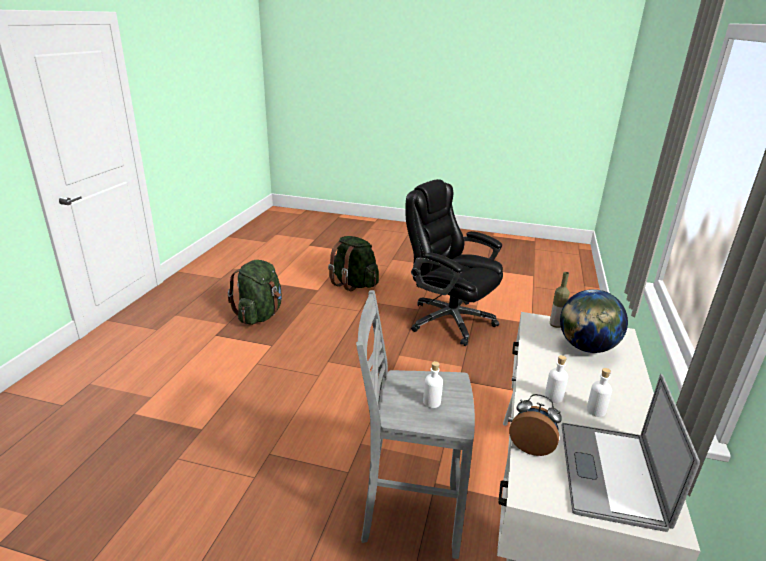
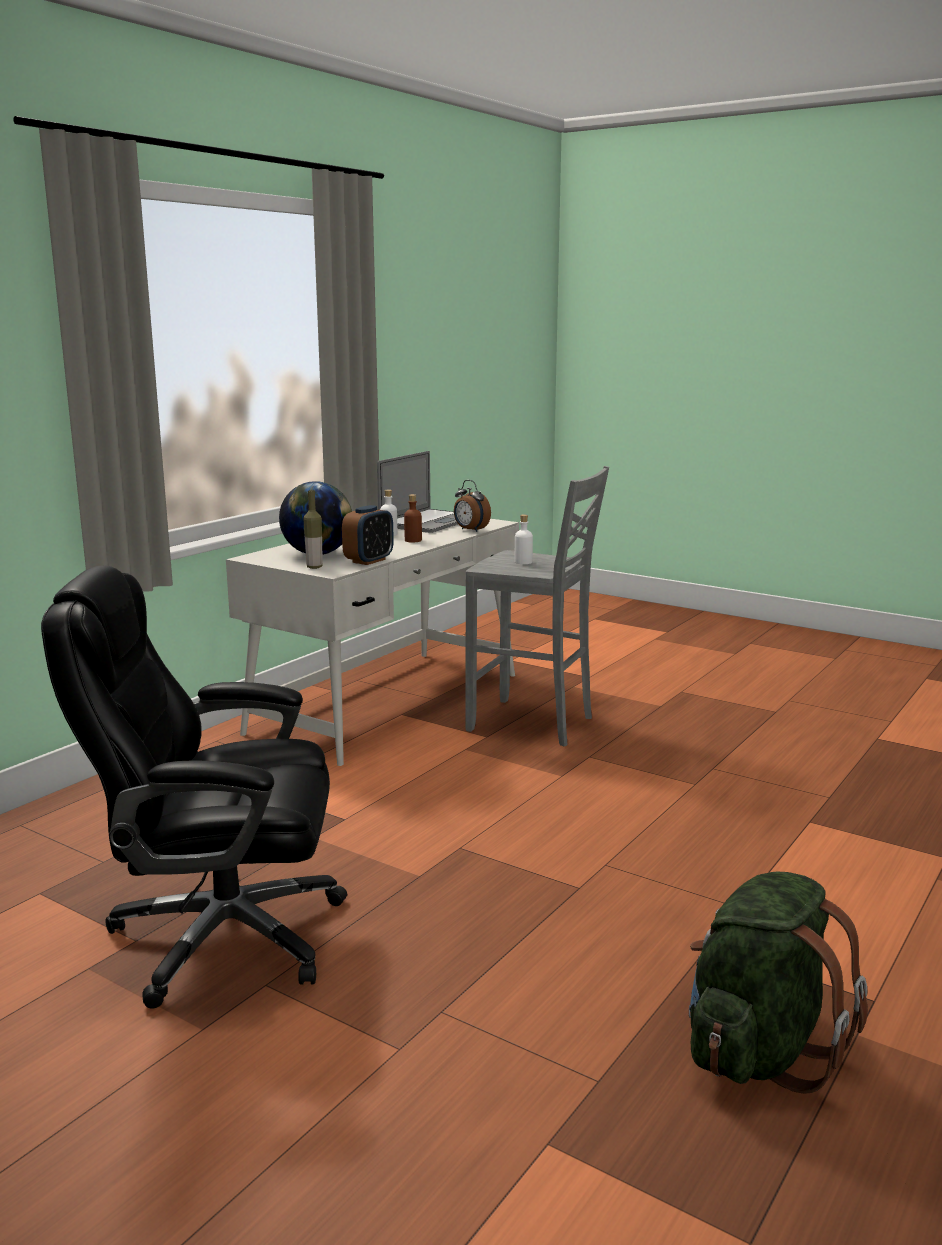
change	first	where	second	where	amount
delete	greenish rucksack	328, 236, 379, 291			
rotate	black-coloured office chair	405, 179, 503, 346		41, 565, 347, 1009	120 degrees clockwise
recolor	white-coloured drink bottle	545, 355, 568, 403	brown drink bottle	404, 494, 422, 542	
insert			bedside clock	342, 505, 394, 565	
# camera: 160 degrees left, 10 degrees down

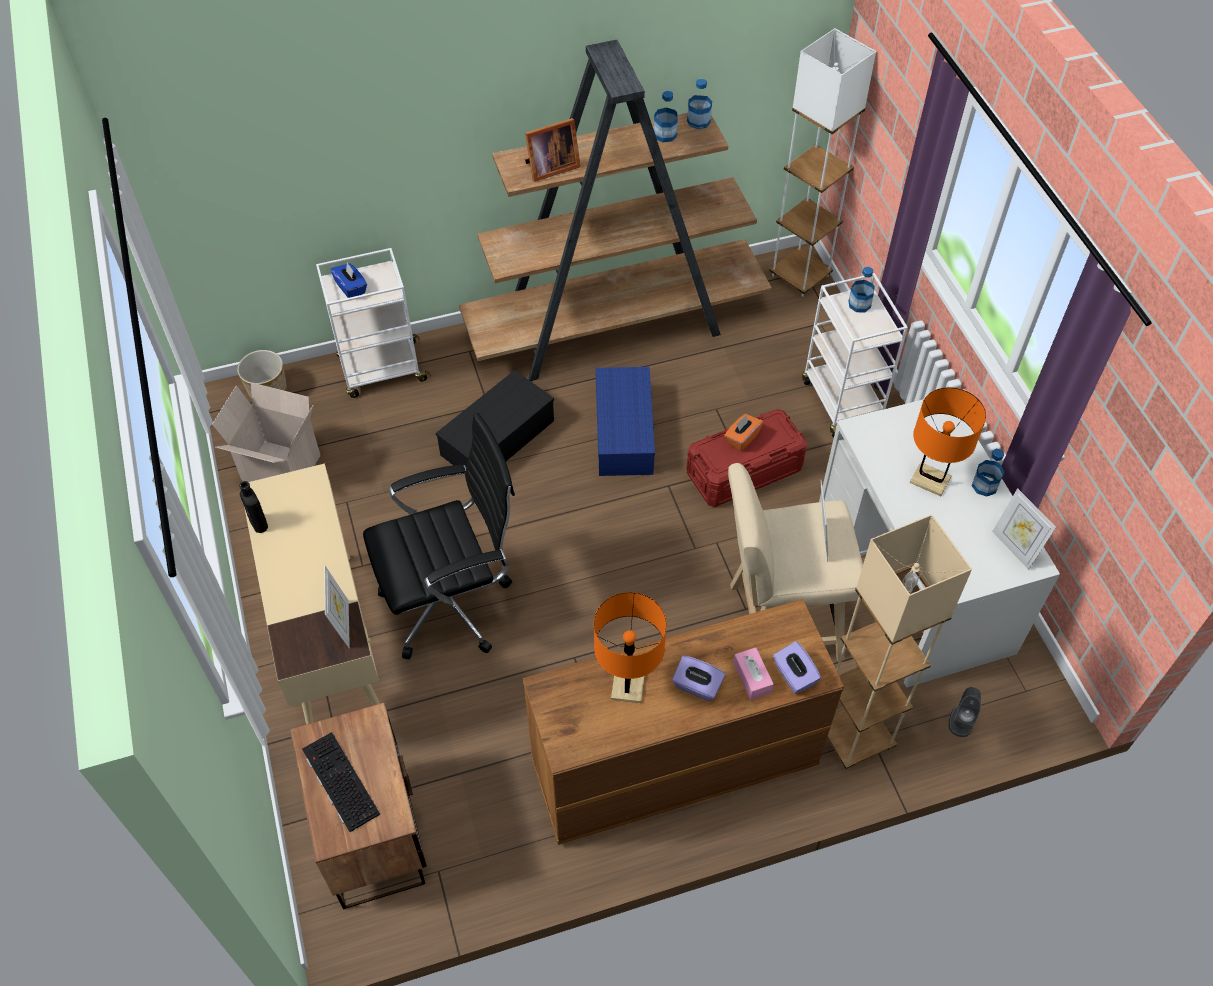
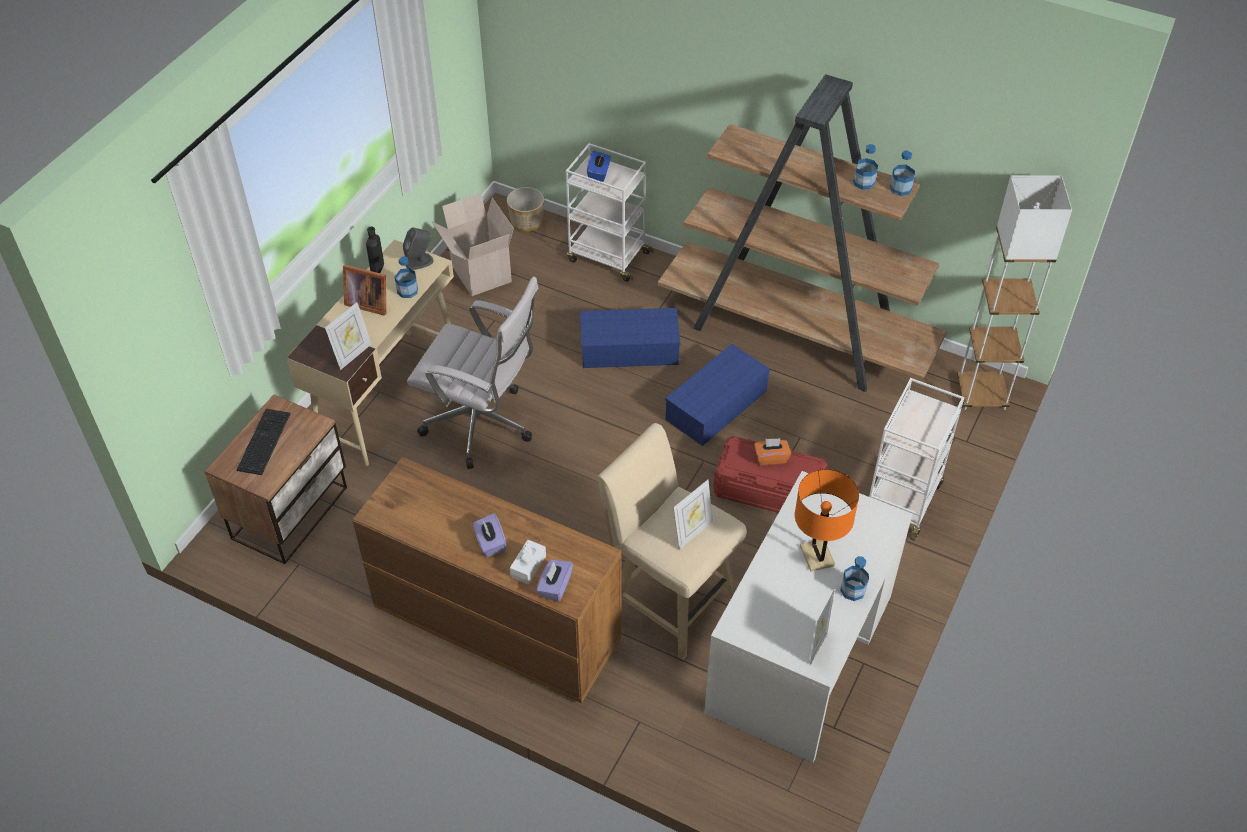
change	first	where	second	where	amount
recolor	black-coloured office chair	363, 413, 515, 660	white-coloured office chair	407, 276, 539, 469	
recolor	black-coloured storage container	436, 370, 554, 468	blue-coloured storage container	580, 308, 680, 368	
move	picture frame	525, 118, 581, 182		343, 265, 386, 316	
delete	orangey lamp for a table	594, 592, 667, 703			
recolor	pink tissue holder	733, 647, 774, 700	white-coloured tissue holder	510, 540, 546, 584	
delete	beige-coloured standing lamp	827, 514, 972, 769			
move	drink bottle	849, 267, 875, 312		395, 256, 418, 298	
move	gray audio speaker	948, 687, 981, 737		403, 227, 433, 270	
# camera: 45 degrees right, 5 degrees down

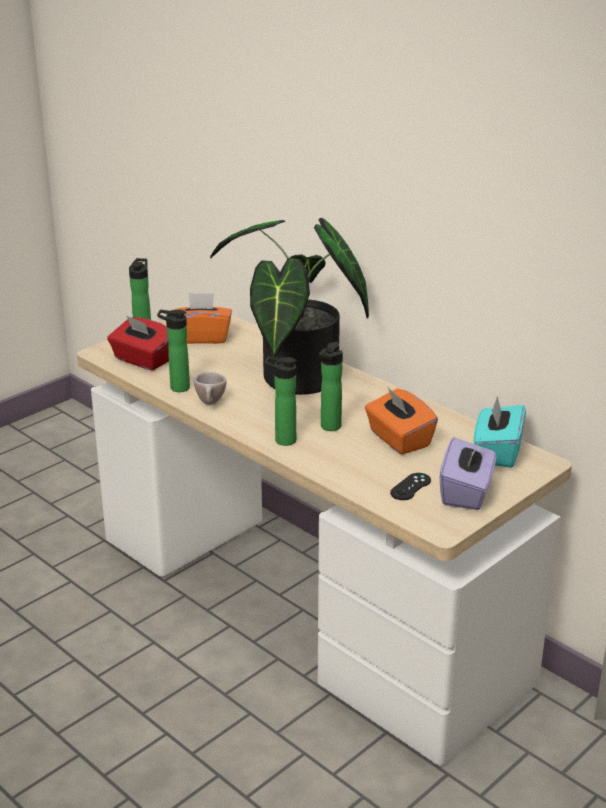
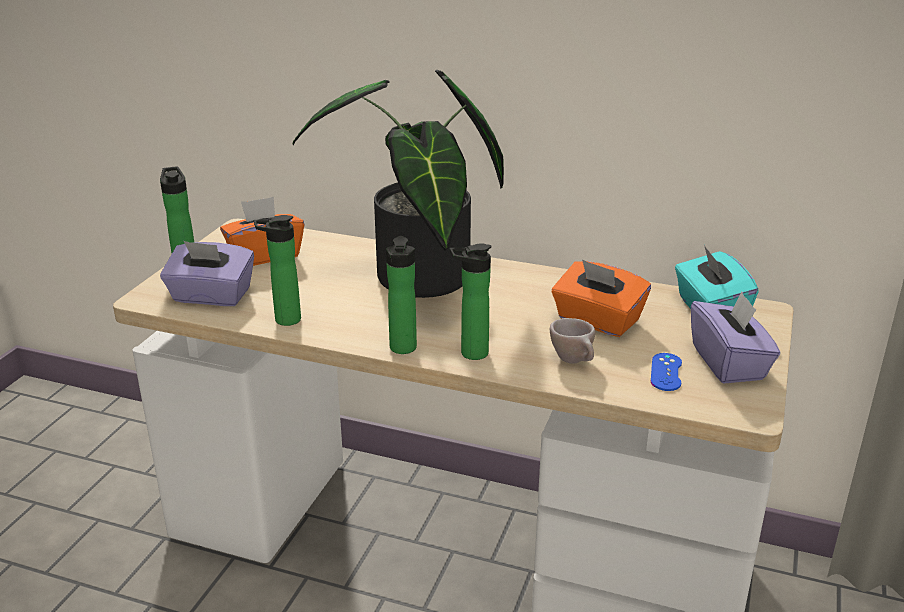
change	first	where	second	where	amount
recolor	red tissue holder	107, 315, 169, 371	purplish tissue holder	160, 241, 254, 306	
move	beige-coloured drinking cup	194, 372, 226, 405		550, 318, 595, 364	
move	drink bottle	318, 342, 343, 431		386, 236, 417, 354	
recolor	black-coloured game controller	390, 473, 431, 500	blue-coloured game controller	651, 353, 682, 391	
# camera: 25 degrees left, 0 degrees up

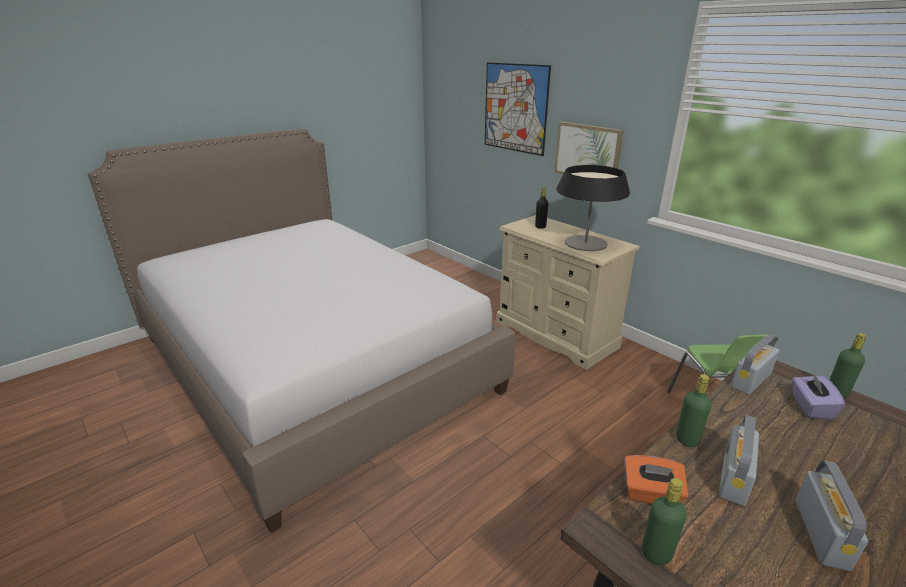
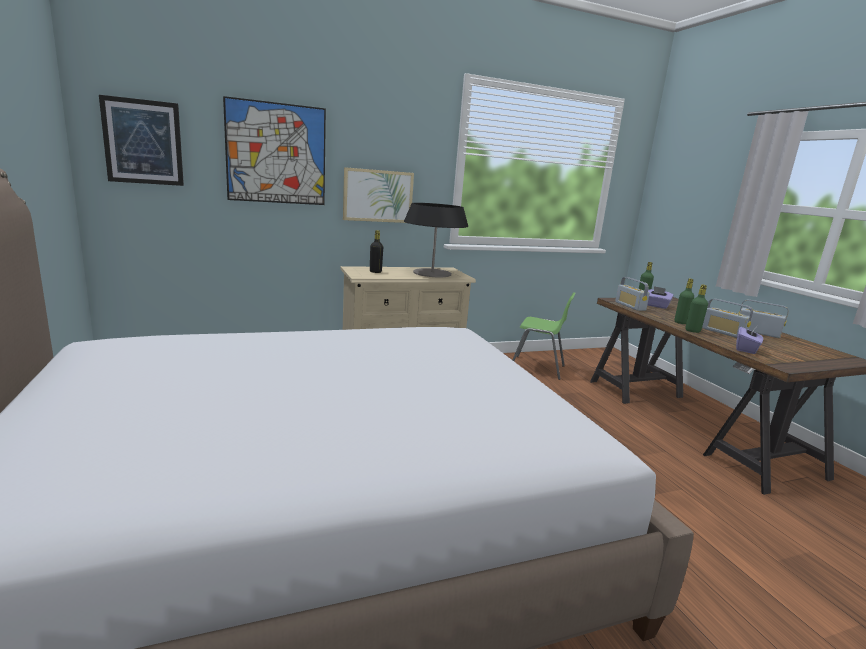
change	first	where	second	where	amount
recolor	orangey tissue holder	624, 455, 688, 504	purplish tissue holder	736, 325, 763, 354	
move	greenish drink bottle	642, 478, 687, 565		674, 278, 694, 324	
insert			wall art	99, 95, 184, 186	
# camera: 70 degrees left, 10 degrees down

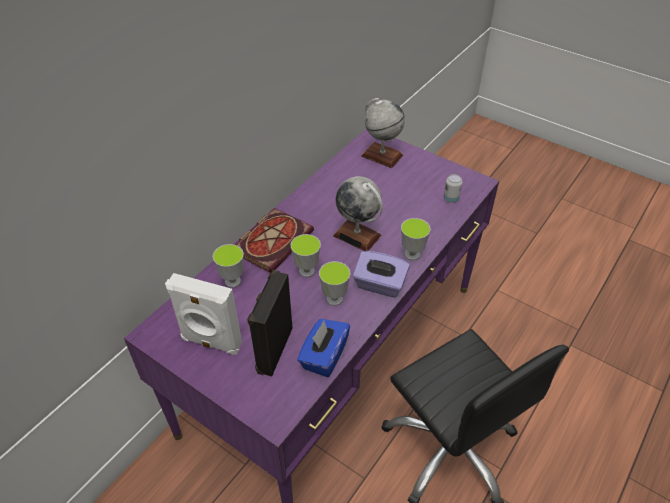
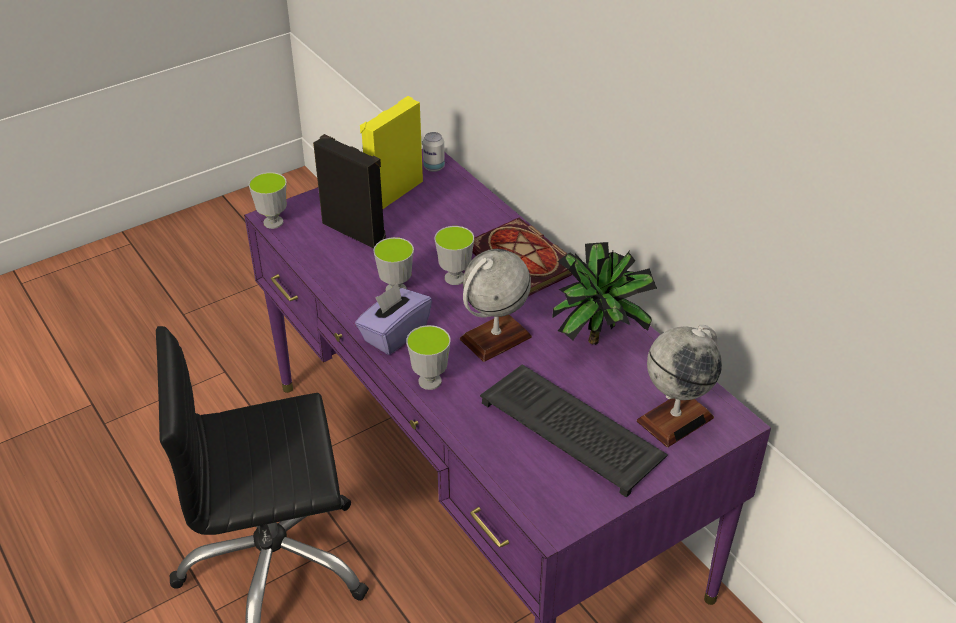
change	first	where	second	where	amount
recolor	white-coloured audio speaker	165, 273, 242, 355	yellow-coloured audio speaker	360, 96, 423, 209	
move	drinking cup	213, 244, 244, 288		249, 172, 287, 229	
delete	blue-coloured tissue holder	297, 319, 350, 377			
move	can	443, 174, 462, 203		423, 132, 445, 172	
insert			computer keyboard	480, 364, 668, 498	
insert			plant in a pot	553, 242, 657, 345	
# camera: 110 degrees right, 5 degrees down

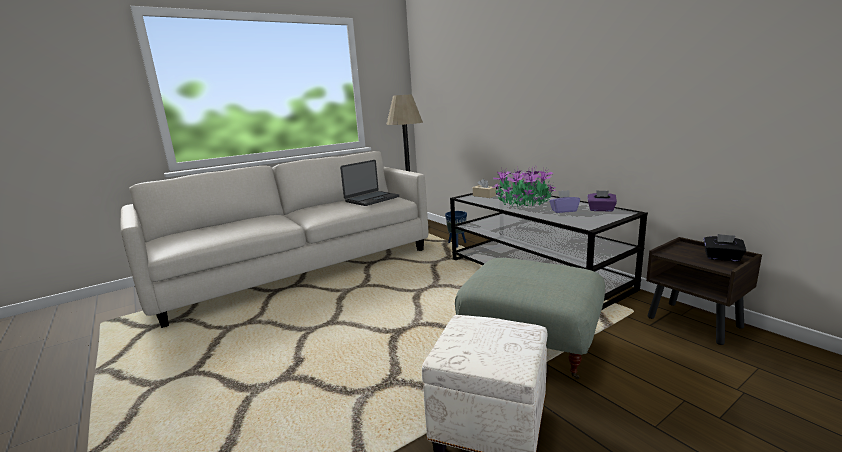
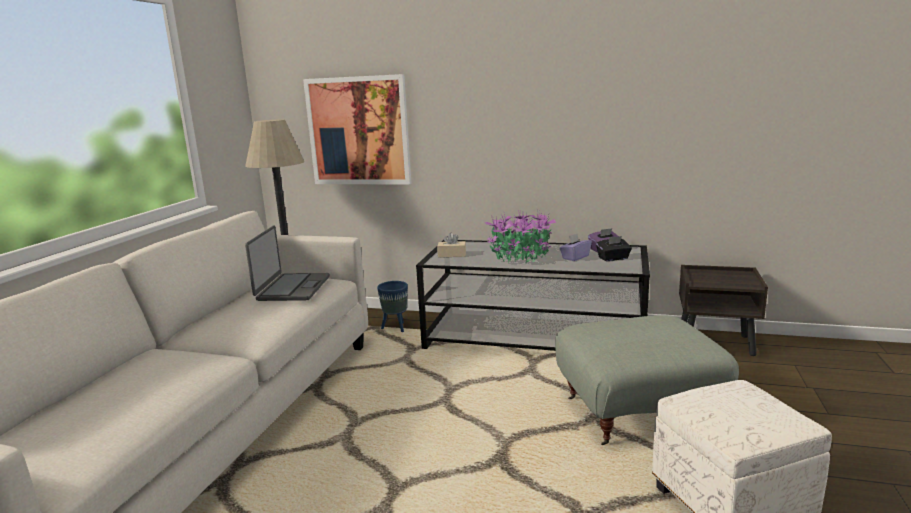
change	first	where	second	where	amount
move	black-coloured tissue holder	704, 234, 746, 262		596, 236, 632, 261	
insert			wall art	303, 74, 412, 185	
# camera: 40 degrees left, 0 degrees up

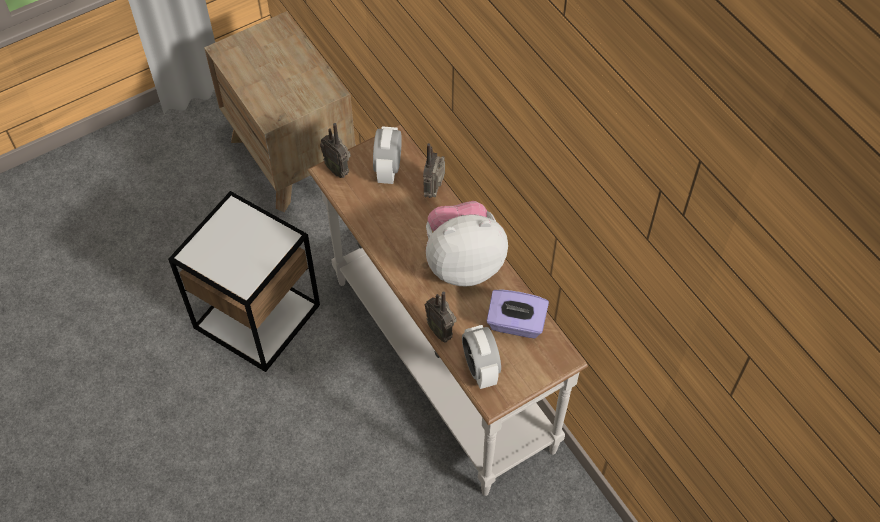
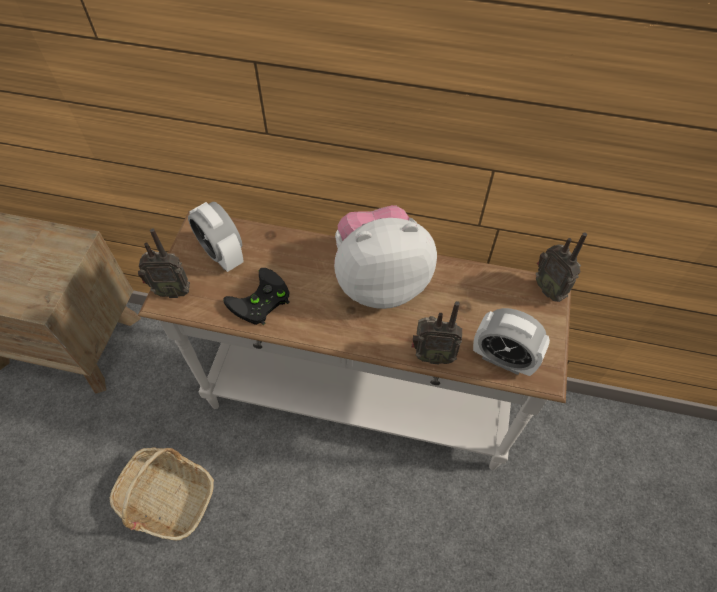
change	first	where	second	where	amount
replace	end table	168, 191, 320, 372	storage basket	110, 447, 214, 540	
move	radio receiver	423, 143, 445, 198		536, 232, 587, 302	
rotate	plush toy	426, 201, 508, 286		334, 205, 437, 309	45 degrees clockwise
delete	purplish tissue holder	487, 290, 549, 338			
insert			black-coloured game controller	223, 268, 290, 325	
# camera: 45 degrees left, 0 degrees up

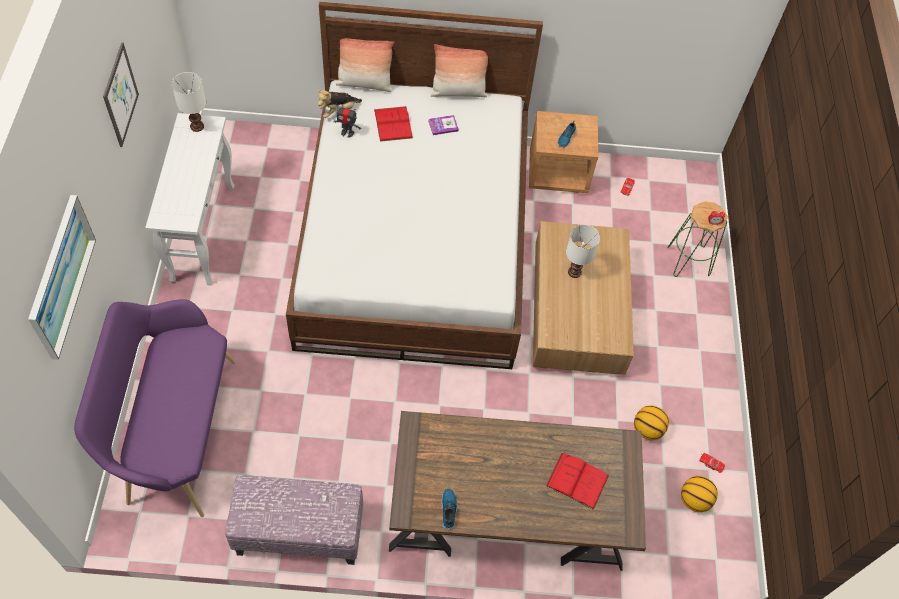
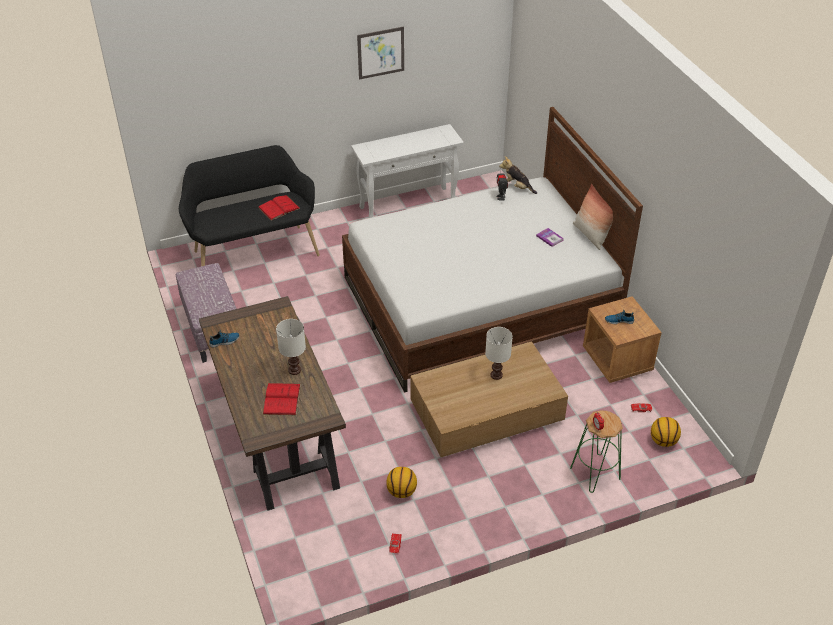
change	first	where	second	where	amount
delete	wall art	28, 195, 96, 360			
recolor	purplish long seat	74, 299, 236, 517	black-coloured long seat	179, 145, 320, 266	
move	white-coloured lamp for a table	172, 72, 206, 132		276, 319, 306, 375	
delete	pillow	336, 38, 394, 92			
move	red volume	374, 106, 413, 142		258, 195, 300, 221	
move	basketball ball	681, 476, 718, 512		651, 417, 681, 447	
# camera: 70 degrees right, 15 degrees down

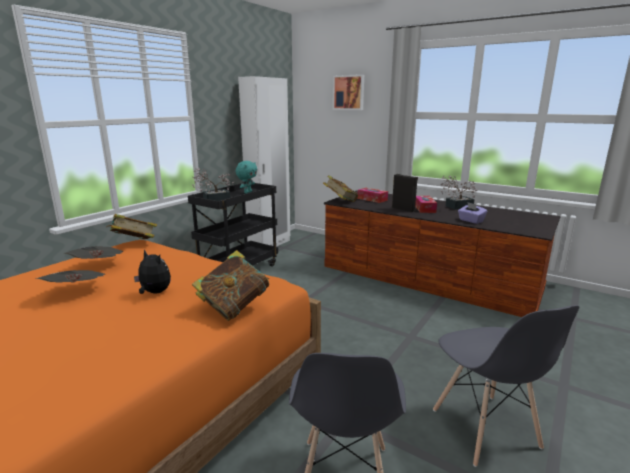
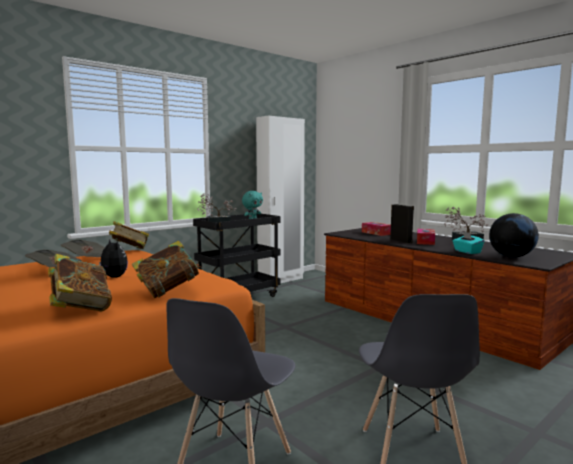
change	first	where	second	where	amount
move	volume	323, 175, 358, 202		48, 254, 112, 311	
delete	wall art	333, 75, 364, 110			
recolor	purplish tissue holder	458, 202, 487, 224	blue-green tissue holder	453, 231, 484, 254	
insert			world globe	489, 213, 539, 257	
# camera: 15 degrees right, 10 degrees down

